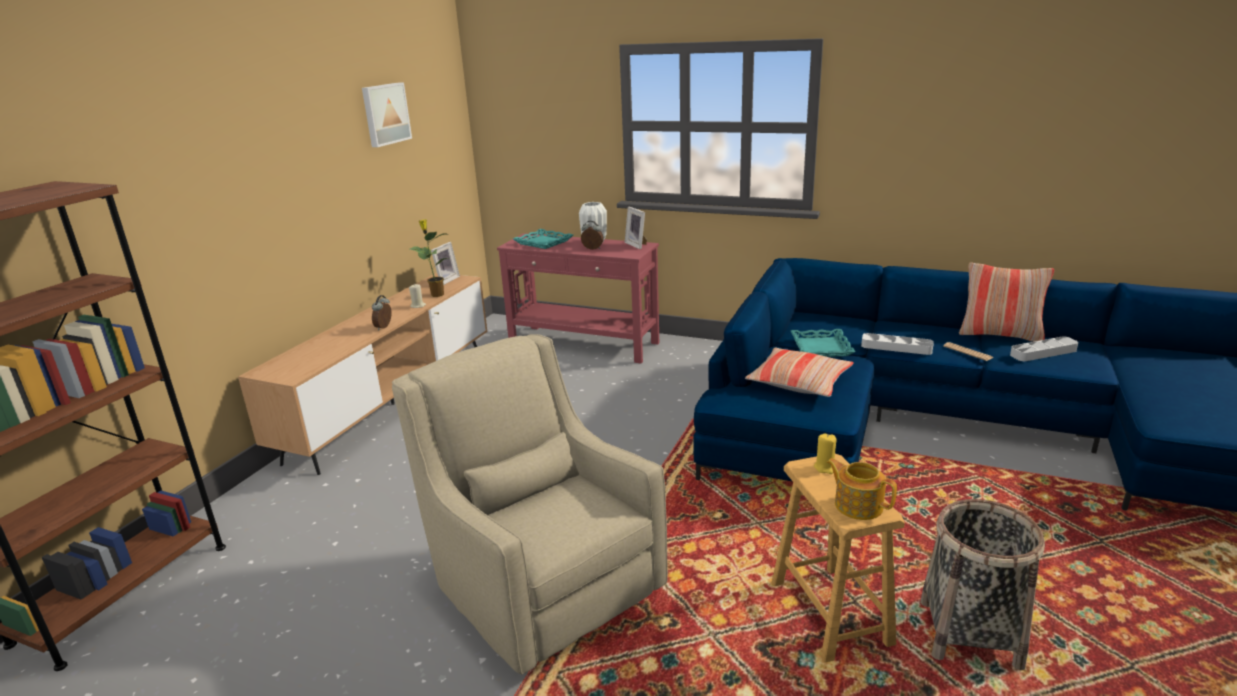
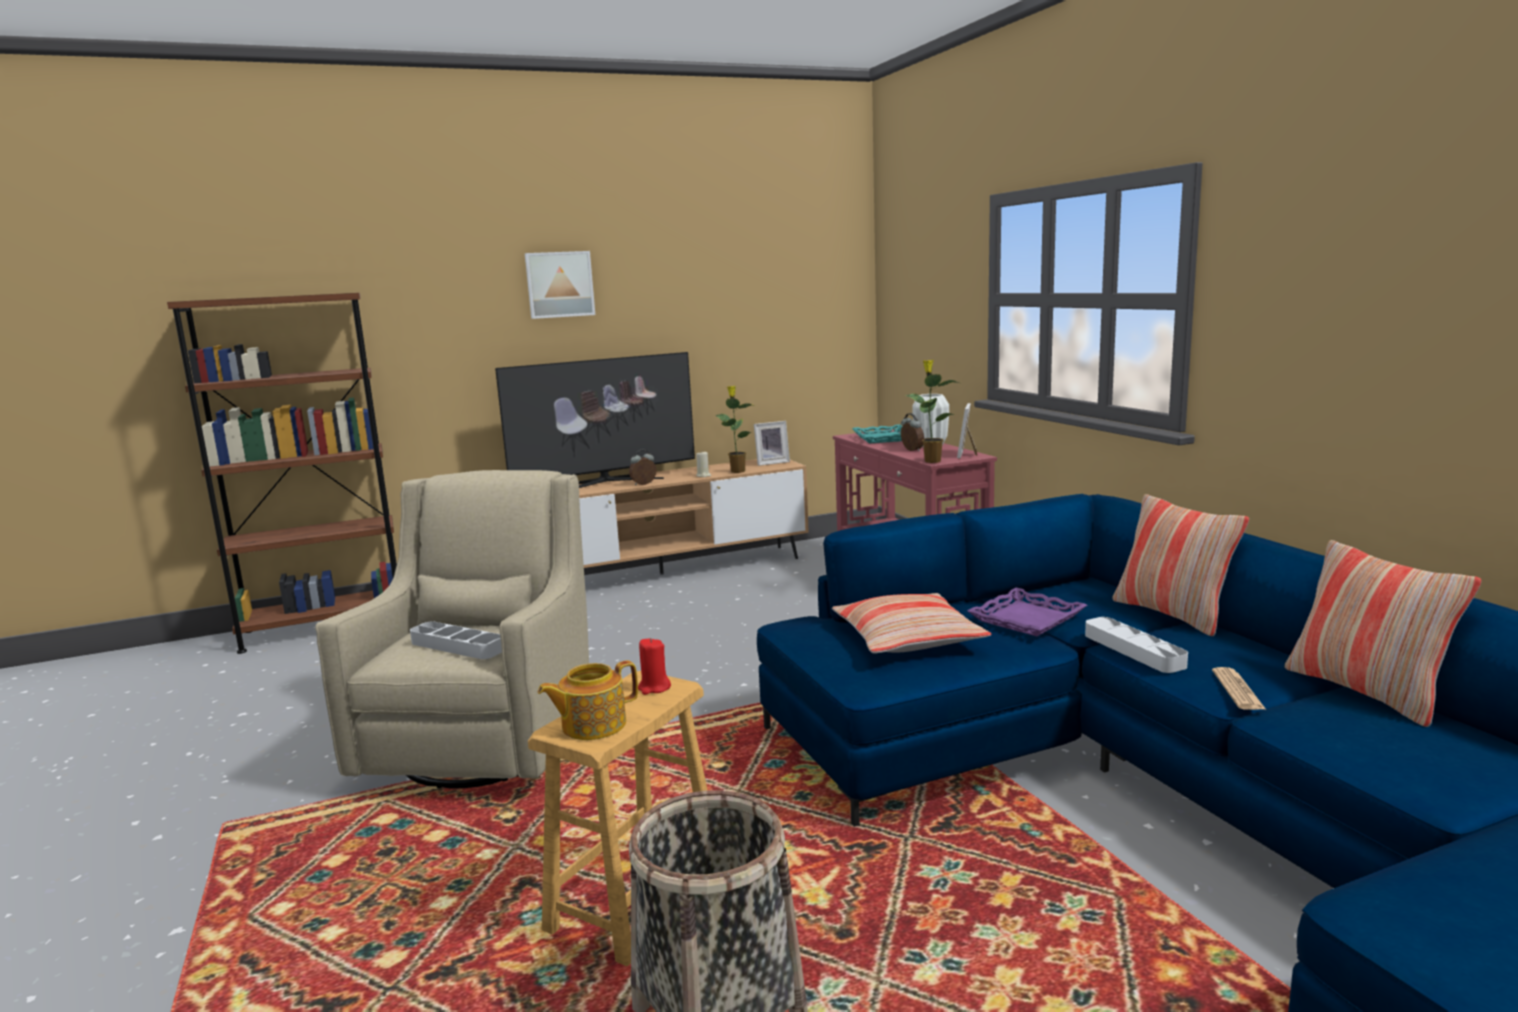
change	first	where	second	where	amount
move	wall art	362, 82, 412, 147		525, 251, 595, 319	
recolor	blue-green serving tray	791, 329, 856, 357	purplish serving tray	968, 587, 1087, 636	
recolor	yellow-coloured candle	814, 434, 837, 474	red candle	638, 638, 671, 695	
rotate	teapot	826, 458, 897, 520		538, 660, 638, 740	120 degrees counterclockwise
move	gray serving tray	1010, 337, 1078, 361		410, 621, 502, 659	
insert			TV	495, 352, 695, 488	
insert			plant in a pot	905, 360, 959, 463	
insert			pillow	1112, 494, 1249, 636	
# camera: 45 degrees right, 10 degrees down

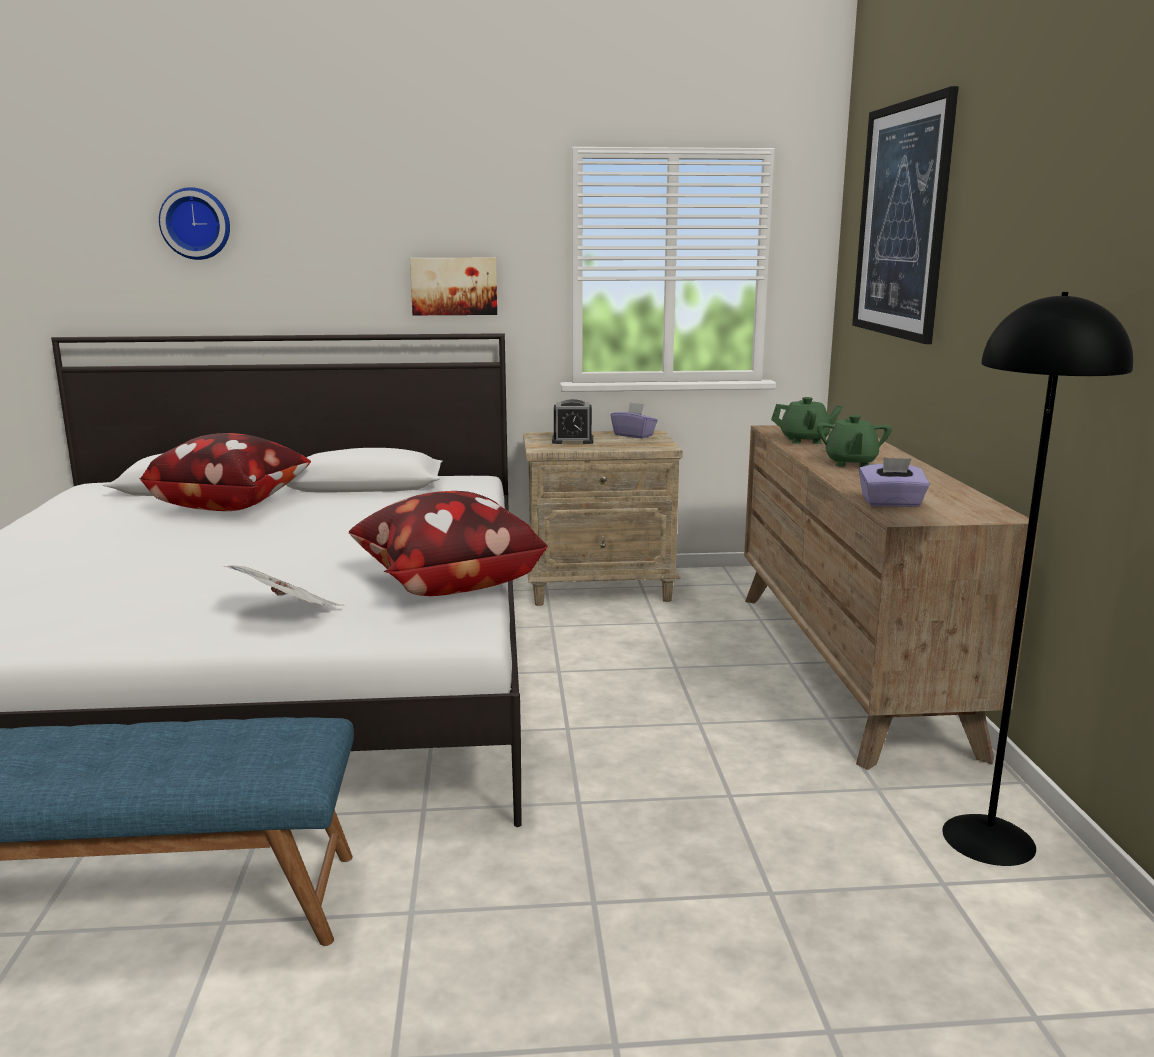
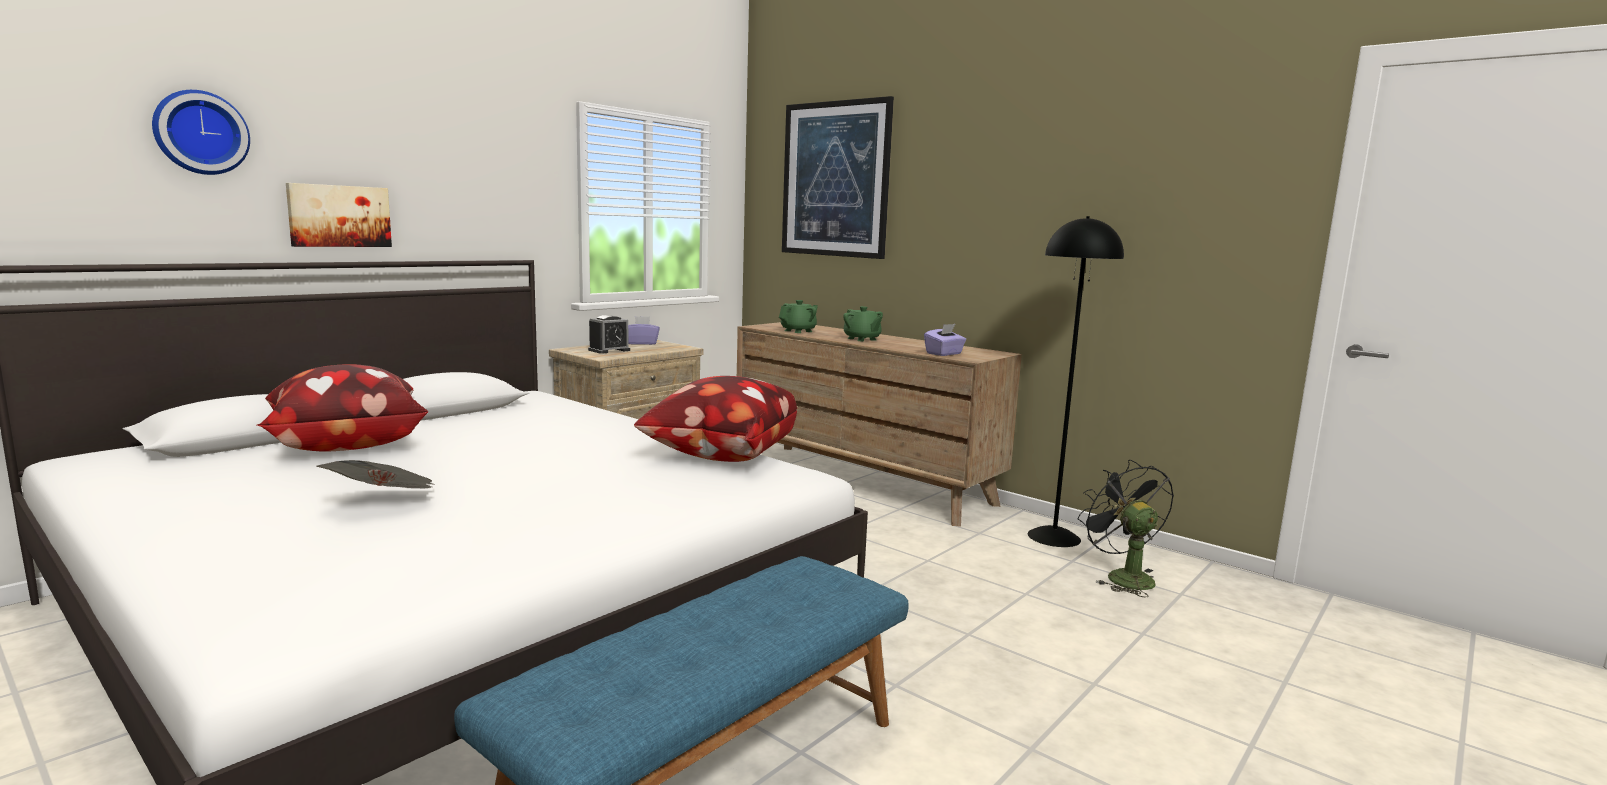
change	first	where	second	where	amount
move	newspaper	223, 566, 345, 606		317, 460, 436, 489	
move	wall art	410, 258, 497, 315		286, 183, 392, 247	
insert			black-coloured fan	1077, 460, 1174, 597	
# camera: 45 degrees left, 5 degrees down

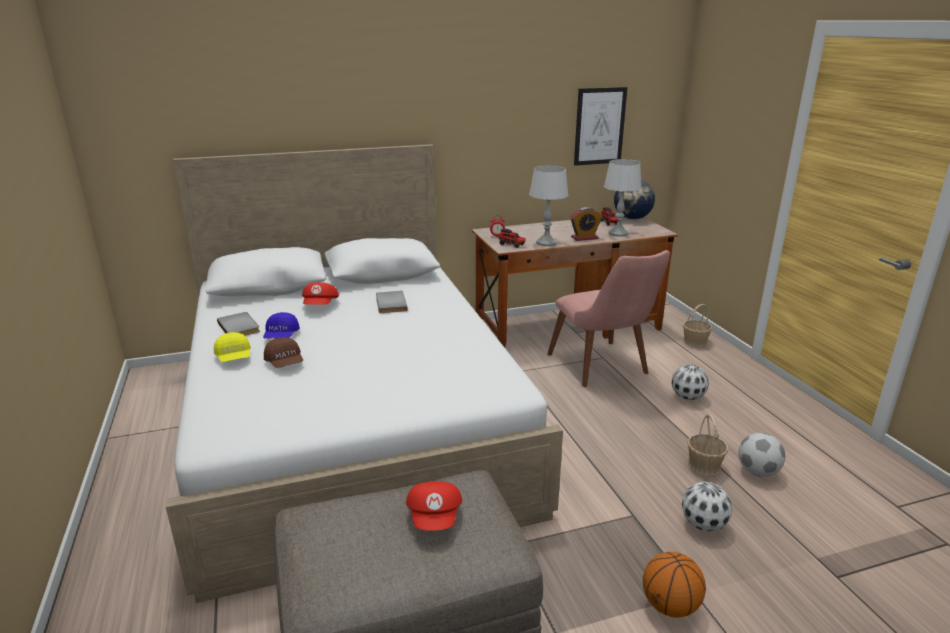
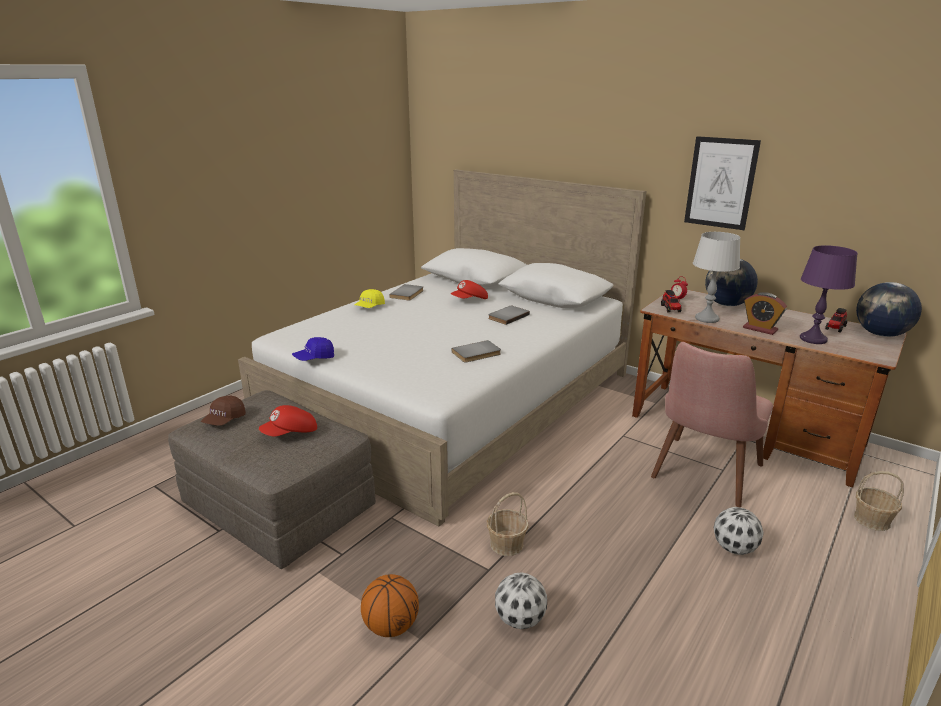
change	first	where	second	where	amount
move	blue-coloured cap	263, 312, 300, 338		292, 337, 334, 361	
move	brown cap	264, 337, 303, 368		201, 396, 246, 426	
move	wall art	574, 87, 627, 166		684, 136, 761, 230	
recolor	gray lamp for a table	604, 159, 642, 237	purplish lamp for a table	800, 245, 858, 344	
move	storage basket	687, 414, 729, 476		487, 492, 529, 556	
delete	football ball	738, 433, 785, 477			
insert			gray volume	452, 340, 501, 363	
insert			world globe	705, 259, 758, 306	
# camera: 55 degrees right, 0 degrees up

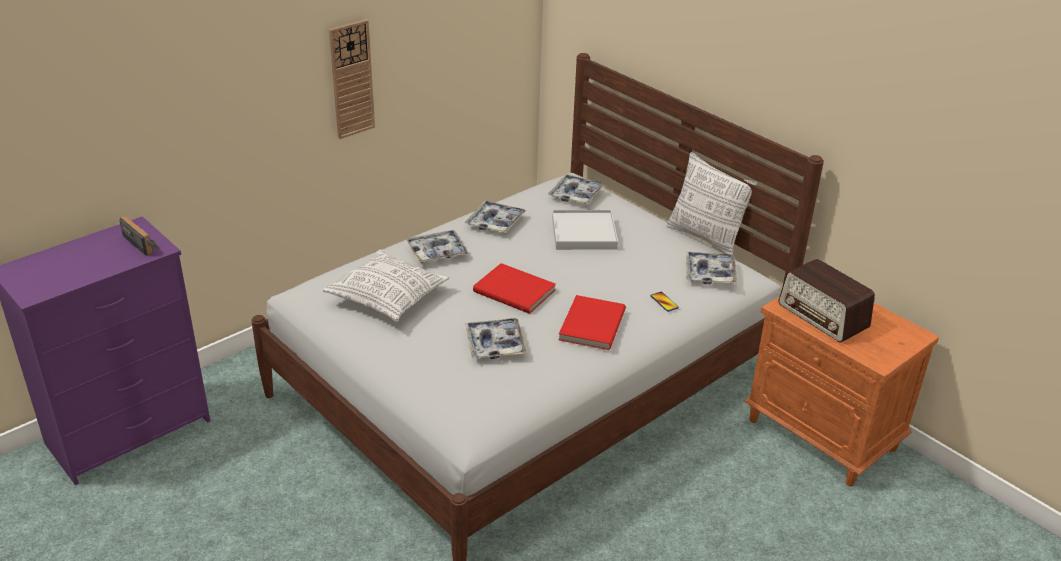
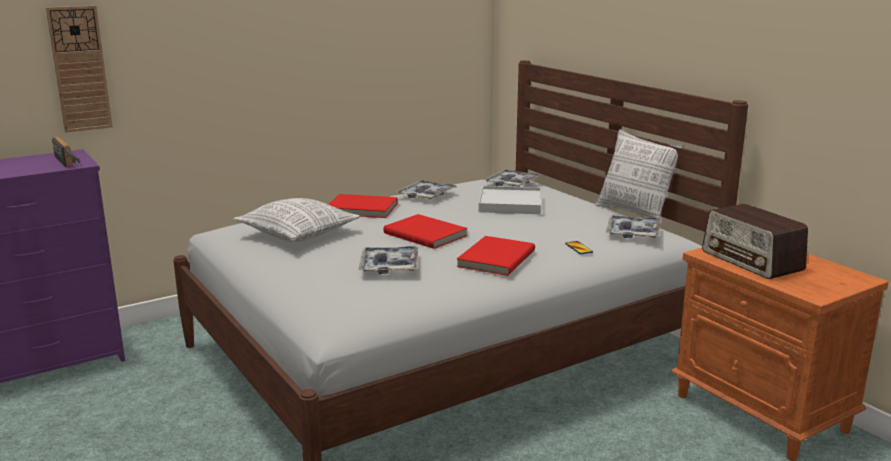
change	first	where	second	where	amount
move	wall clock	329, 19, 375, 139		46, 5, 113, 132	
replace	serving tray	406, 230, 469, 263	red volume	328, 194, 398, 218	
# camera: 10 degrees right, 15 degrees down

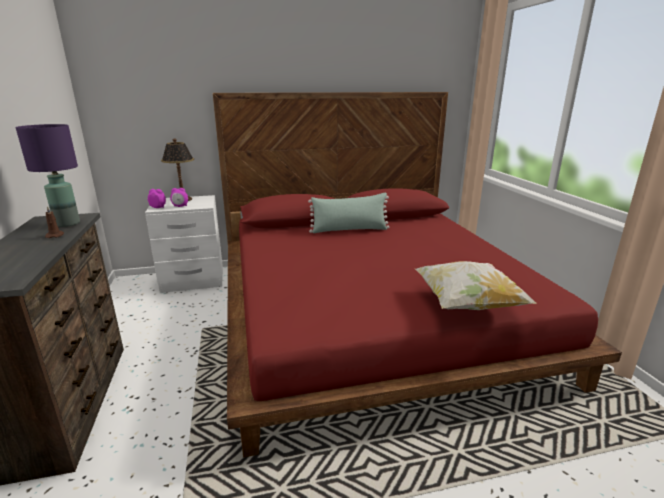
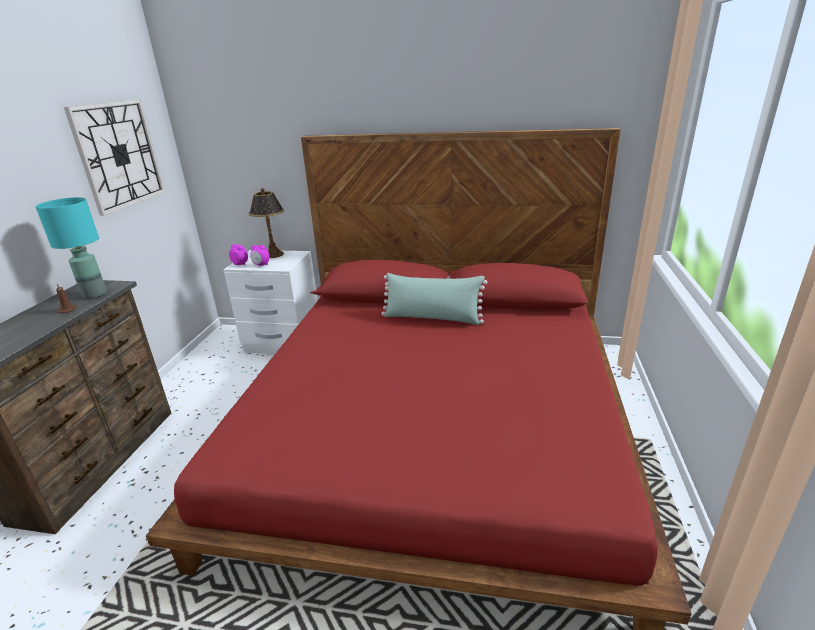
change	first	where	second	where	amount
recolor	purplish lamp for a table	16, 124, 80, 227	blue-green lamp for a table	35, 197, 107, 298	
delete	pillow	415, 261, 537, 310			
insert			wall clock	64, 99, 165, 216	
# camera: 25 degrees right, 5 degrees up

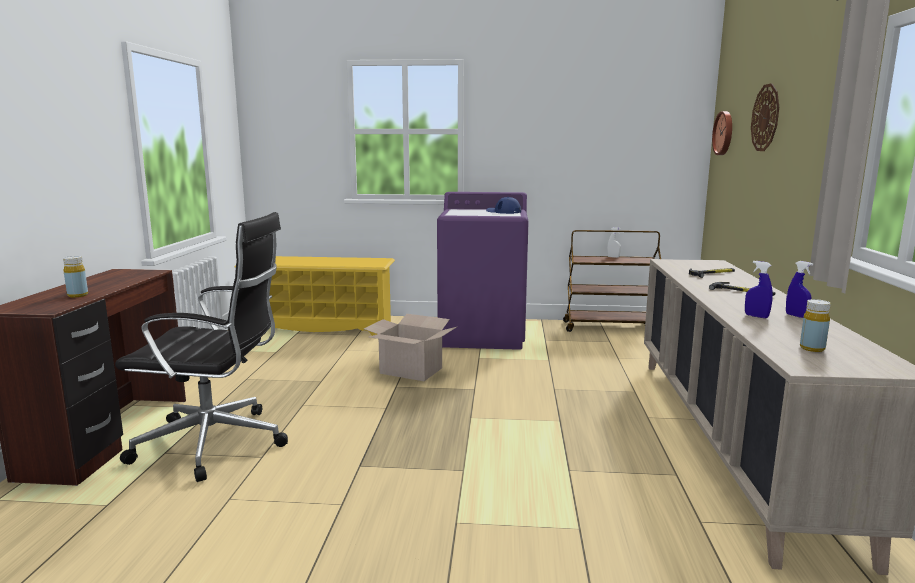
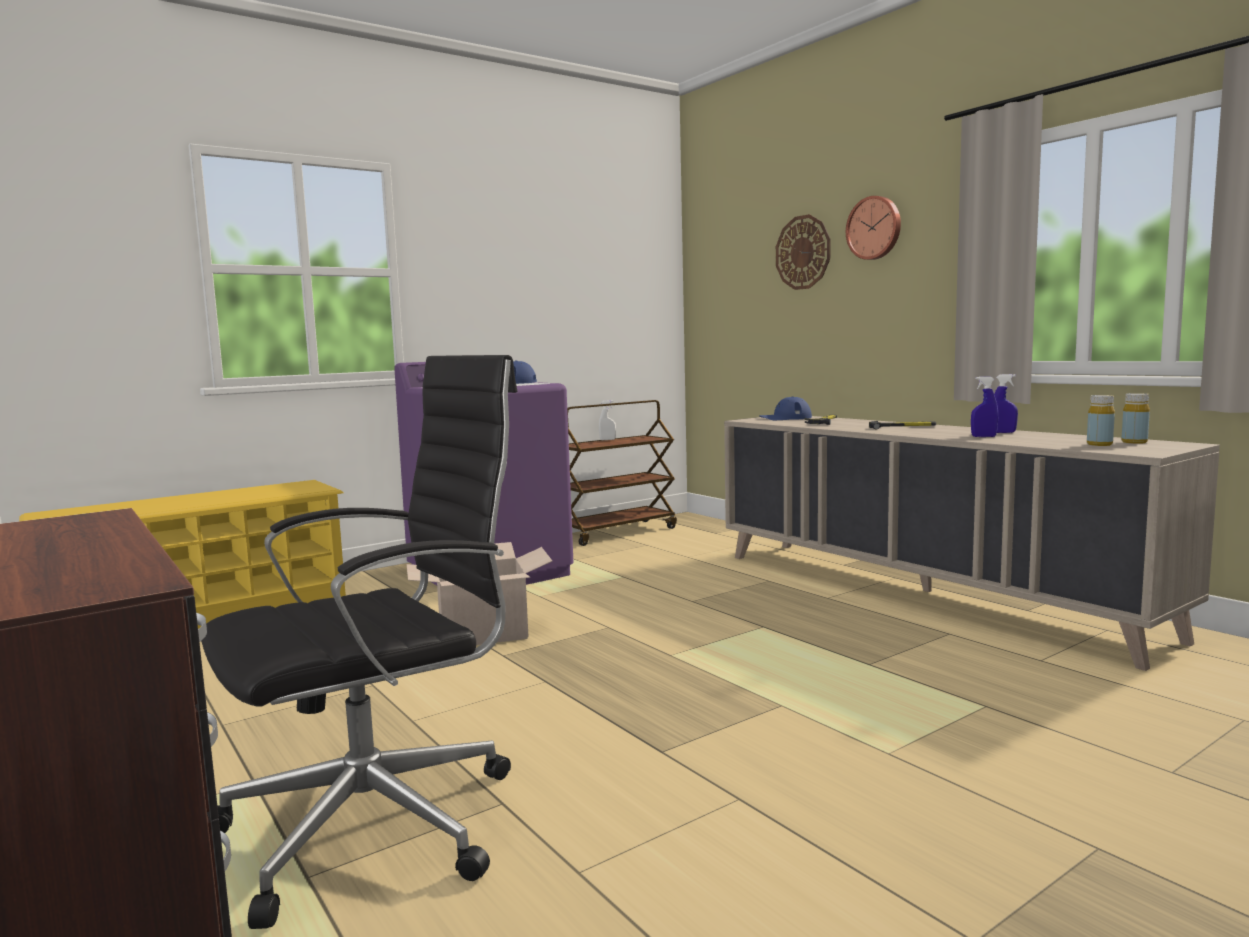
change	first	where	second	where	amount
move	yellow-coloured drink bottle	63, 256, 88, 297		1122, 393, 1150, 444	
move	wall clock	712, 111, 732, 155		846, 196, 901, 260	
insert			blue-coloured cap	759, 396, 812, 420	
# camera: 40 degrees left, 5 degrees down

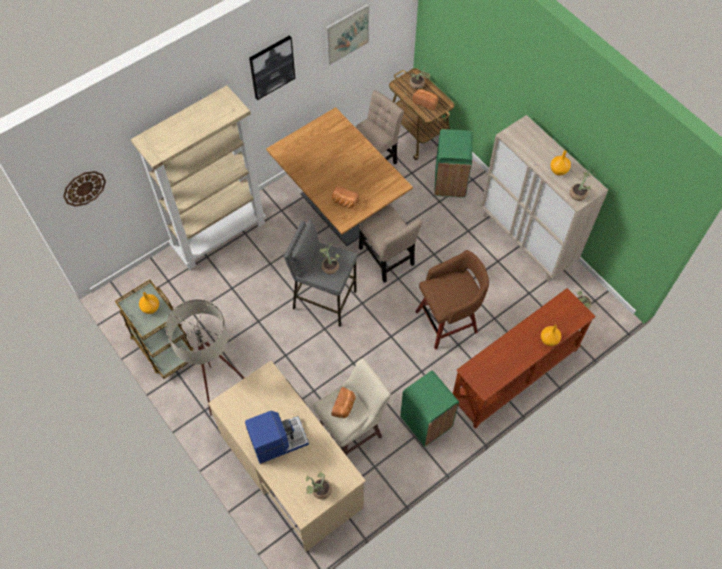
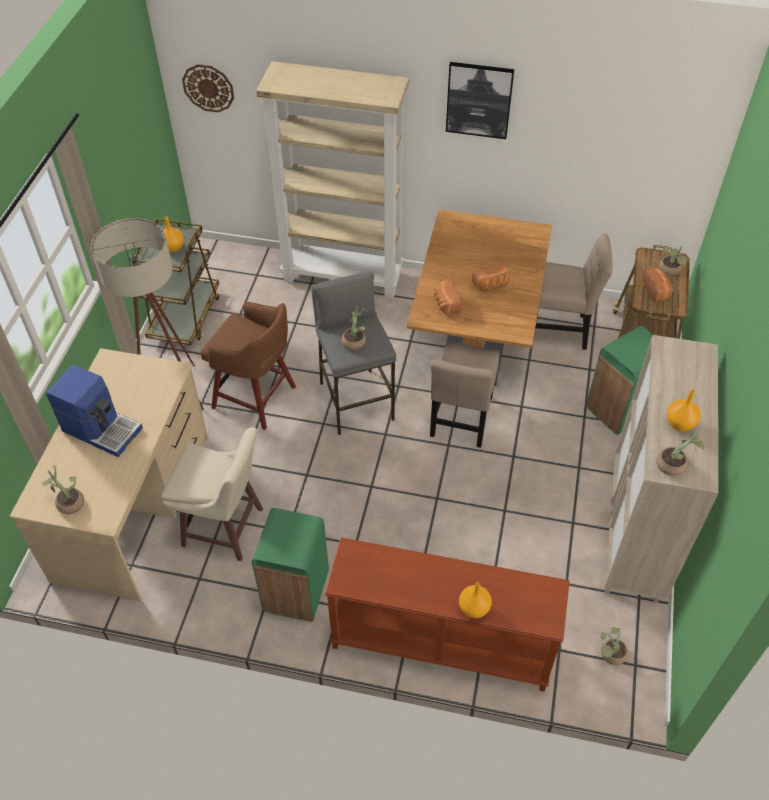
change	first	where	second	where	amount
delete	wall art	325, 4, 369, 65			
move	bakery bread	331, 387, 356, 418		472, 263, 510, 292	
move	brown stool seat	415, 250, 489, 350		201, 302, 296, 430	
# camera: 50 degrees right, 10 degrees down

